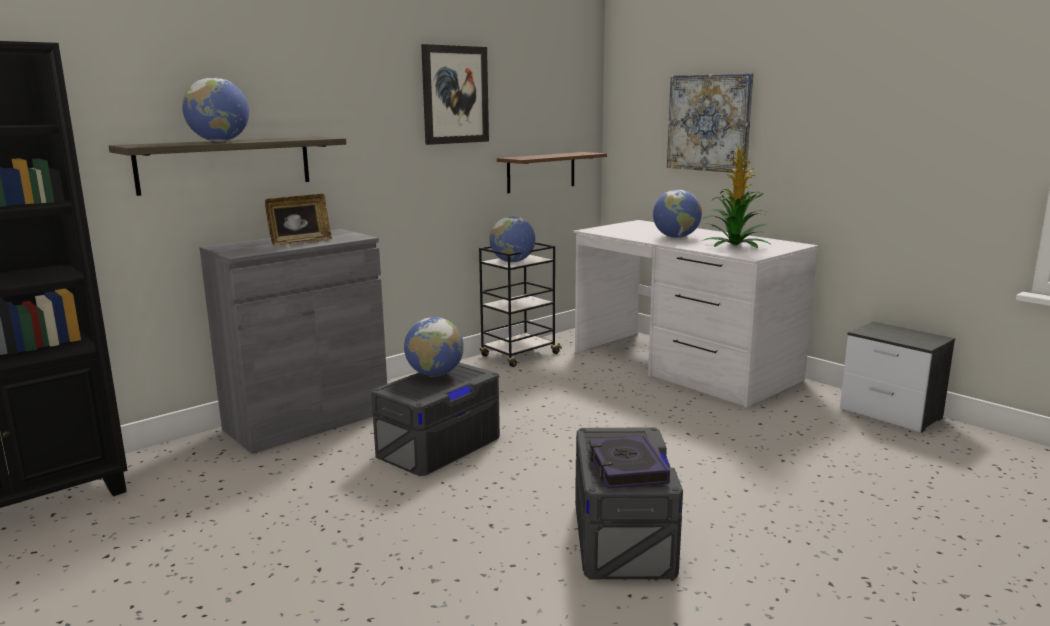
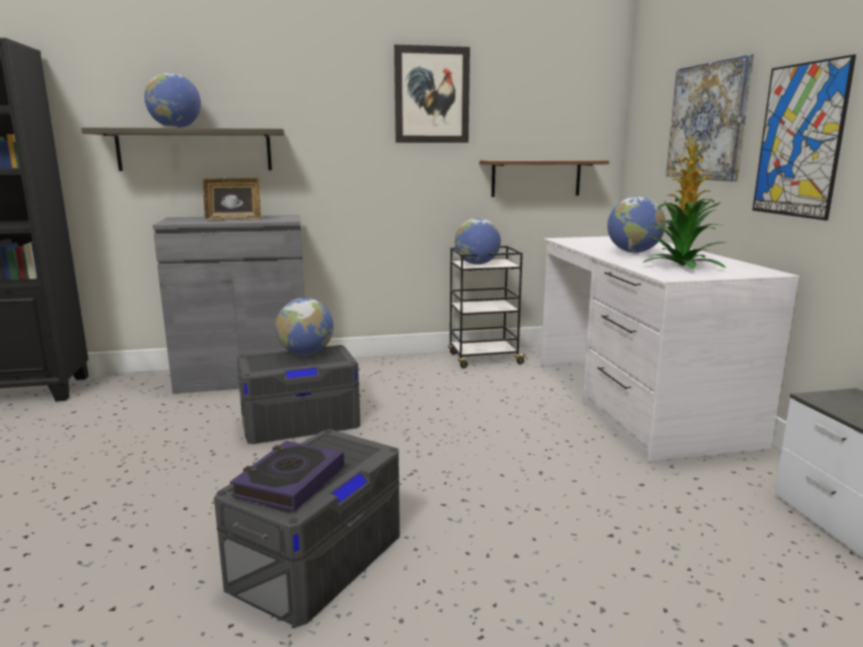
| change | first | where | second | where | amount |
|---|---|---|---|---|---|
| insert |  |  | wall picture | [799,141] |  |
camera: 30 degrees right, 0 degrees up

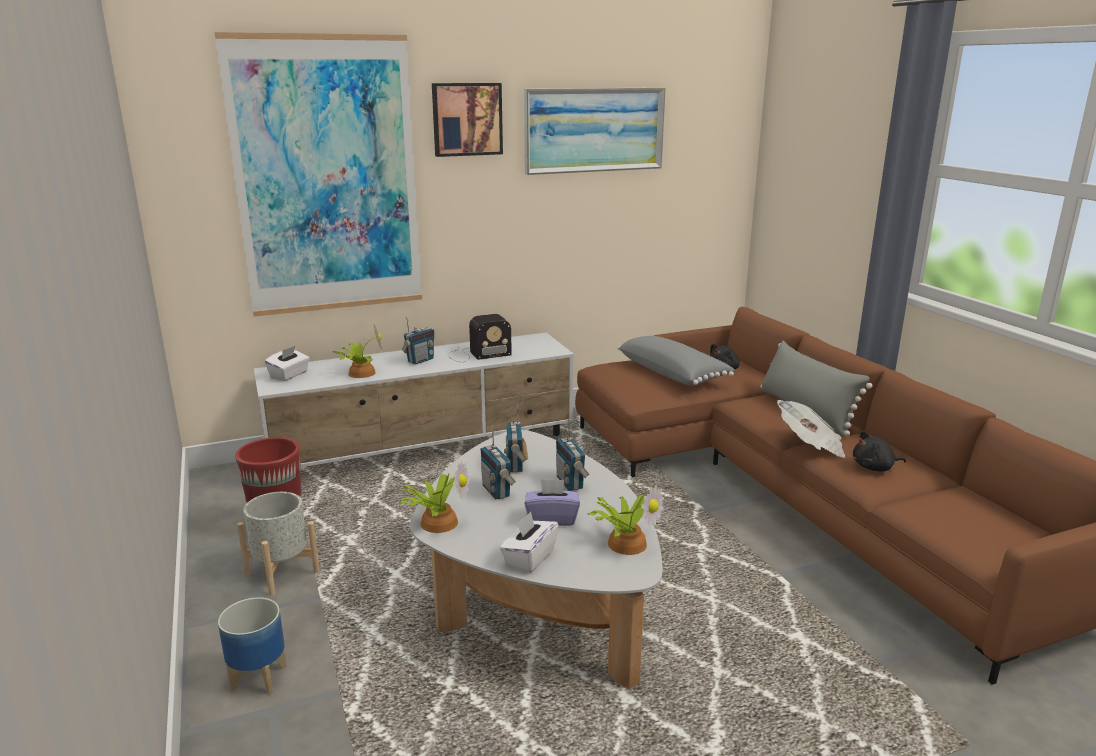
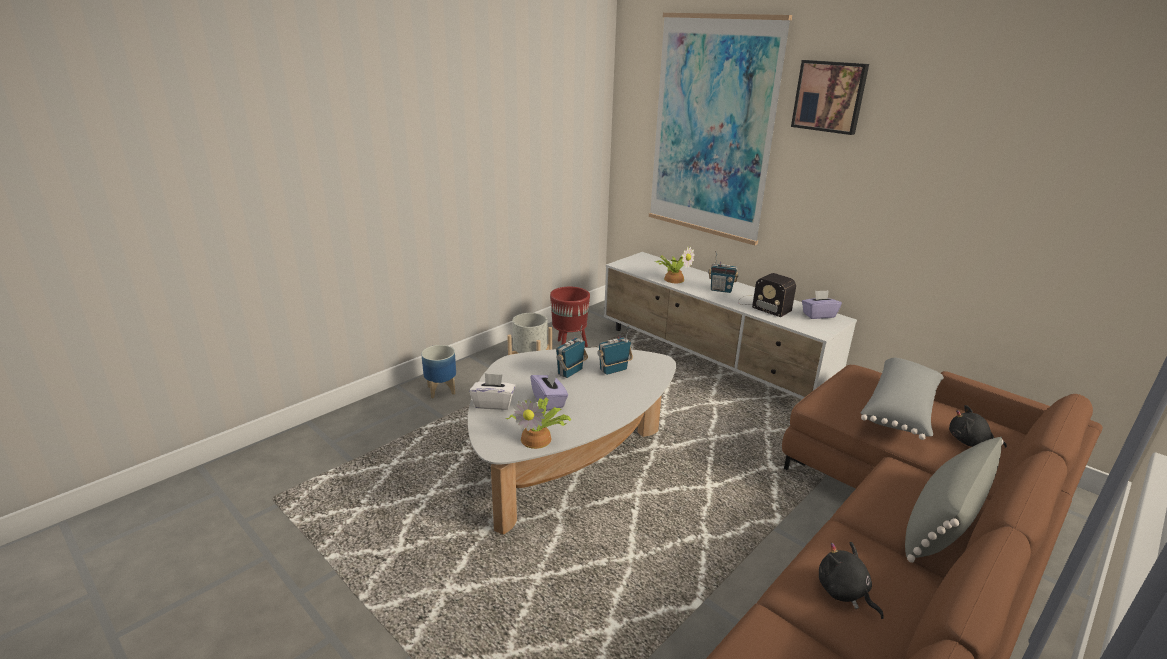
| change | first | where | second | where | amount |
|---|---|---|---|---|---|
| delete | tissue box/whitish | [289,375] |  |  |  |
| delete | houseplant | [437,521] |  |  |  |
| delete | wall picture | [594,130] |  |  |  |
| delete | radio | [570,483] |  |  |  |
| delete | newspaper | [810,446] |  |  |  |
| insert |  |  | tissue box/purplish | [818,315] |  |
camera: 65 degrees right, 5 degrees up

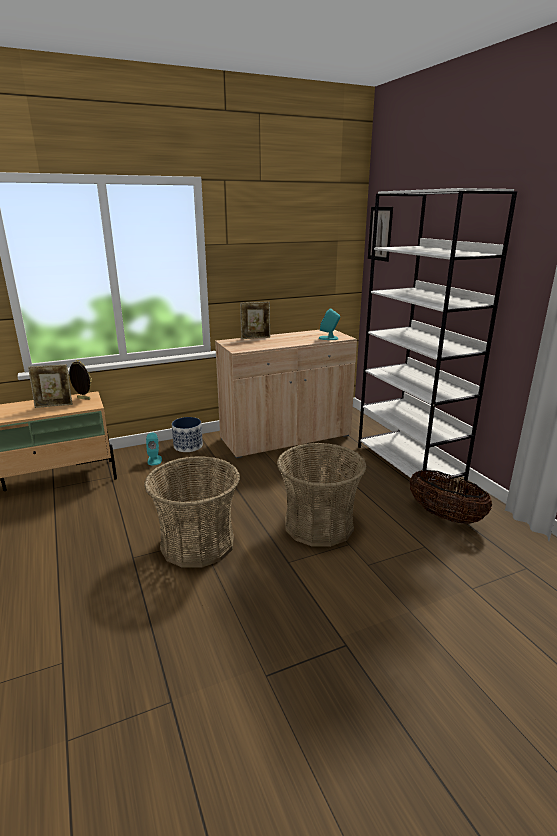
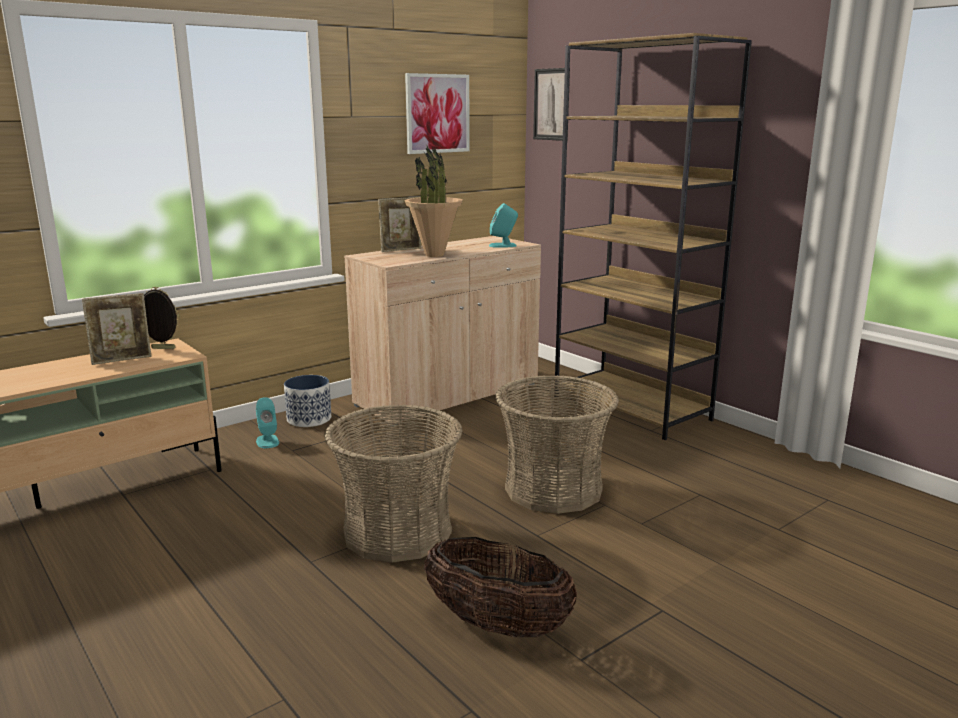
| change | first | where | second | where | amount |
|---|---|---|---|---|---|
| recolor | shelving unit/whitish | [409,463] | shelving unit/brown | [632,408] |  |
| move | household basket | [445,516] |  | [497,625] |  |
| insert |  |  | houseplant | [434,255] |  |
| insert |  |  | wall picture | [437,113] |  |
camera: 15 degrees left, 5 degrees down

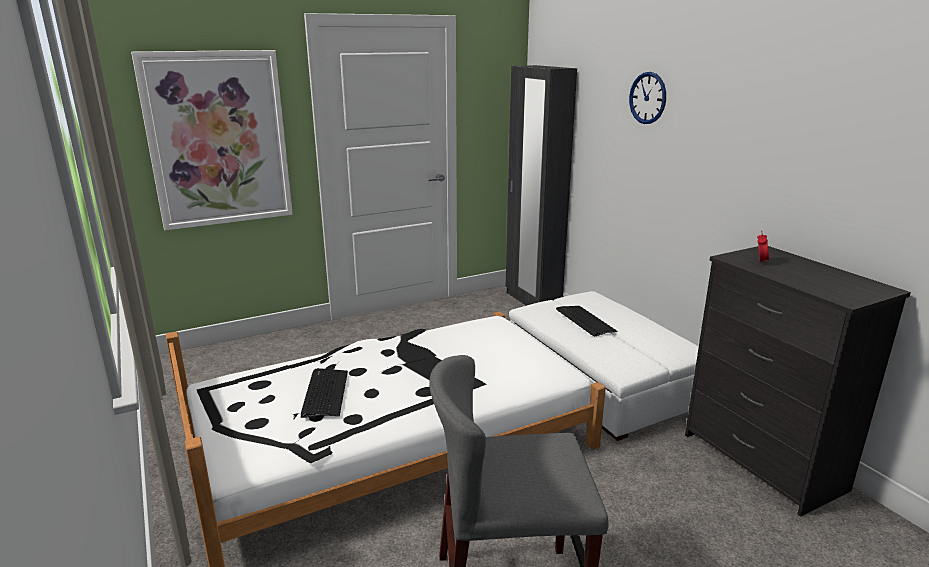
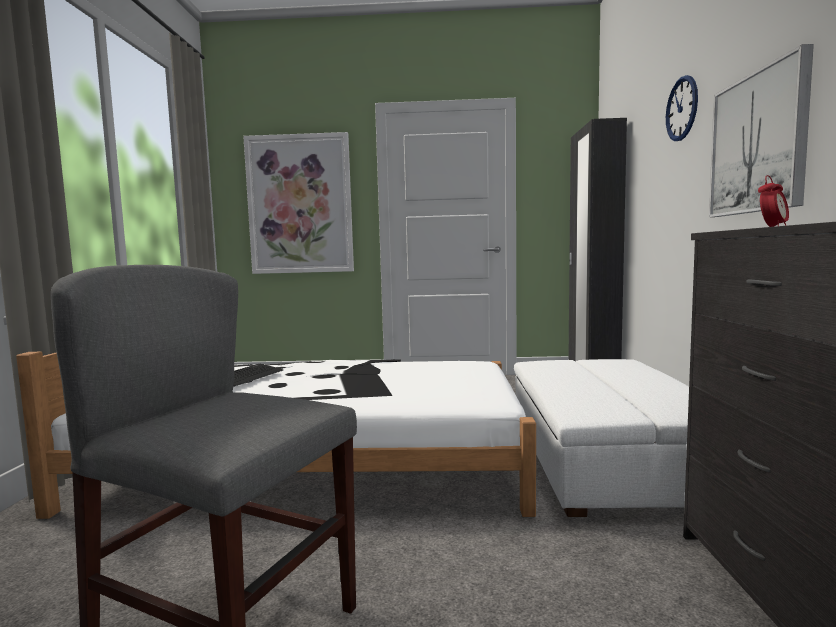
| change | first | where | second | where | amount |
|---|---|---|---|---|---|
| delete | keyboard | [585,321] |  |  |  |
| insert |  |  | wall picture | [758,143] |  |
camera: 30 degrees right, 15 degrees down

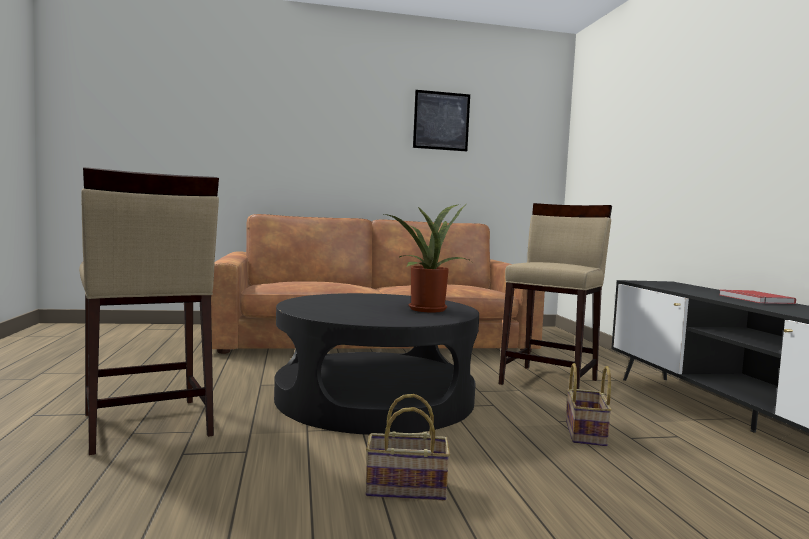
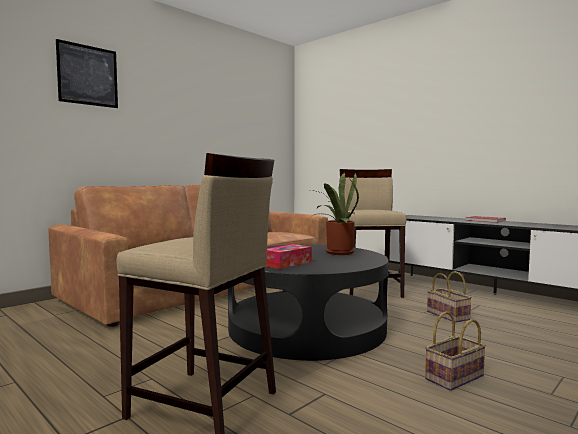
| change | first | where | second | where | amount |
|---|---|---|---|---|---|
| move | wall picture | [441,121] |  | [88,75] |  |
| insert |  |  | tissue box | [287,263] |  |
camera: 35 degrees left, 0 degrees up

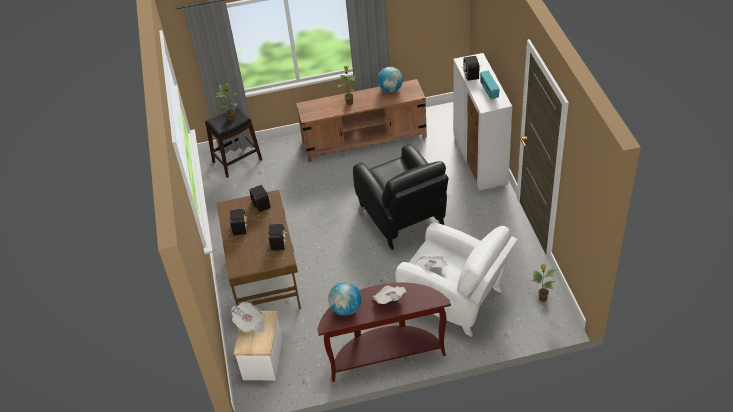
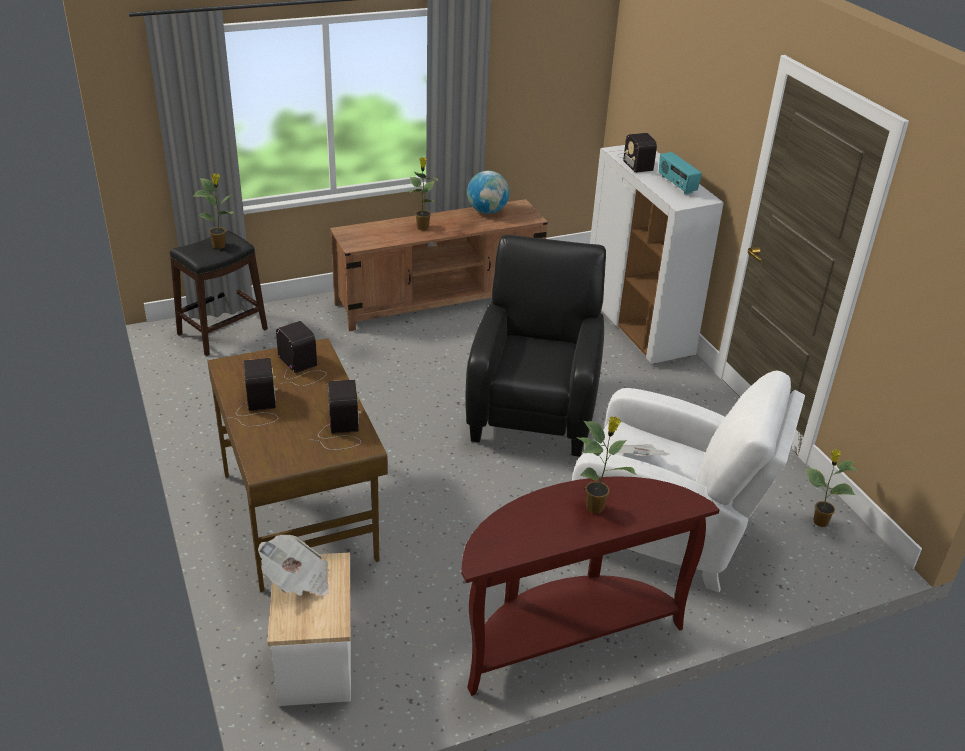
| change | first | where | second | where | amount |
|---|---|---|---|---|---|
| delete | desk globe | [346,309] |  |  |  |
| rotate | armchair/black-coloured | [403,218] |  | [534,407] | 135 degrees counterclockwise |
| replace | newspaper | [389,299] | houseplant | [596,507] |  |
camera: 15 degrees left, 10 degrees down

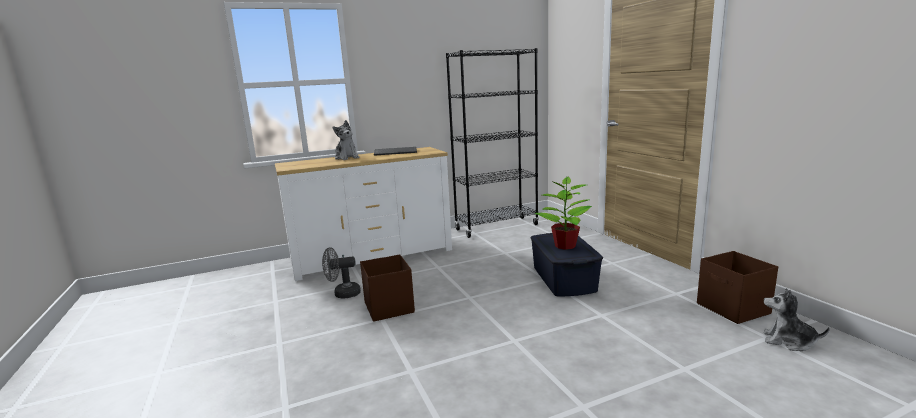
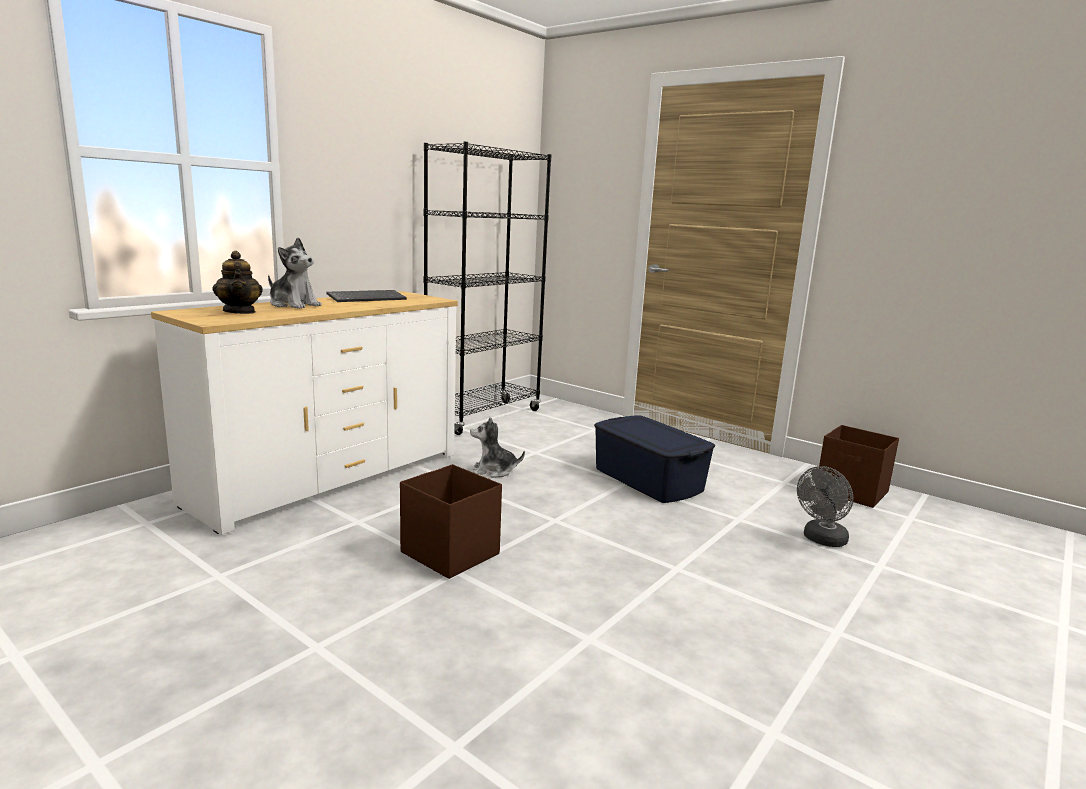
| change | first | where | second | where | amount |
|---|---|---|---|---|---|
| move | electric fan/grey | [343,294] |  | [822,540] |  |
| delete | houseplant | [564,246] |  |  |  |
| move | cuddly toy | [788,341] |  | [494,471] |  |
| insert |  |  | tea pot | [240,312] |  |
camera: 30 degrees left, 0 degrees up

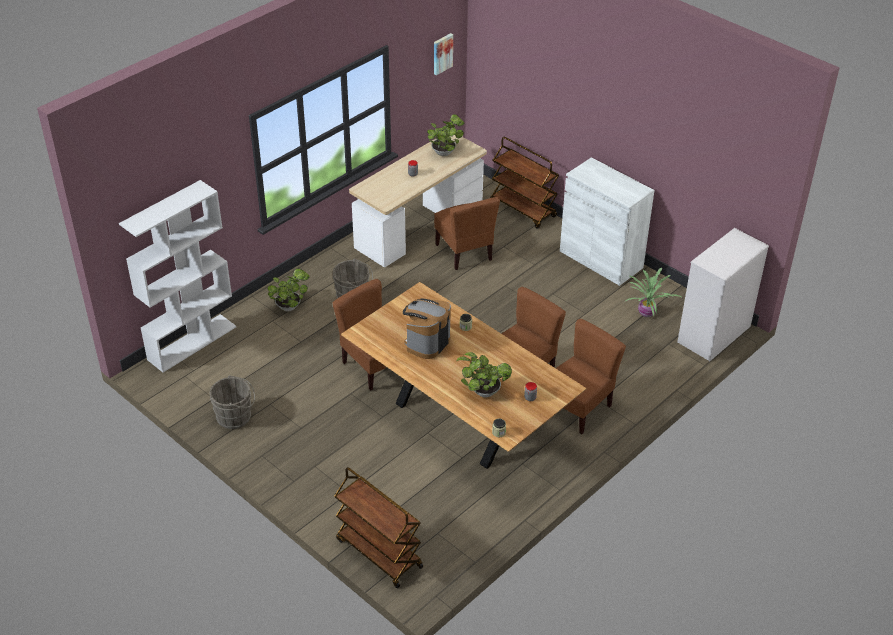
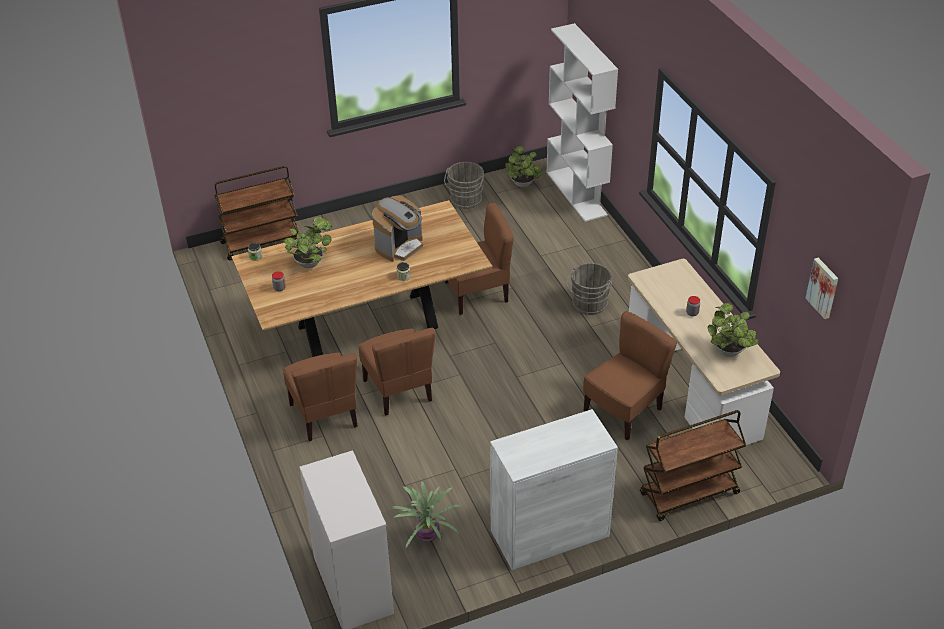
| change | first | where | second | where | amount |
|---|---|---|---|---|---|
| move | houseplant | [290,306] |  | [523,185] |  |
| rotate | coffee machine | [427,342] |  | [400,246] | 75 degrees clockwise |
| rotate | chair/brown | [464,252] |  | [624,411] | 135 degrees clockwise |
camera: 115 degrees right, 0 degrees up

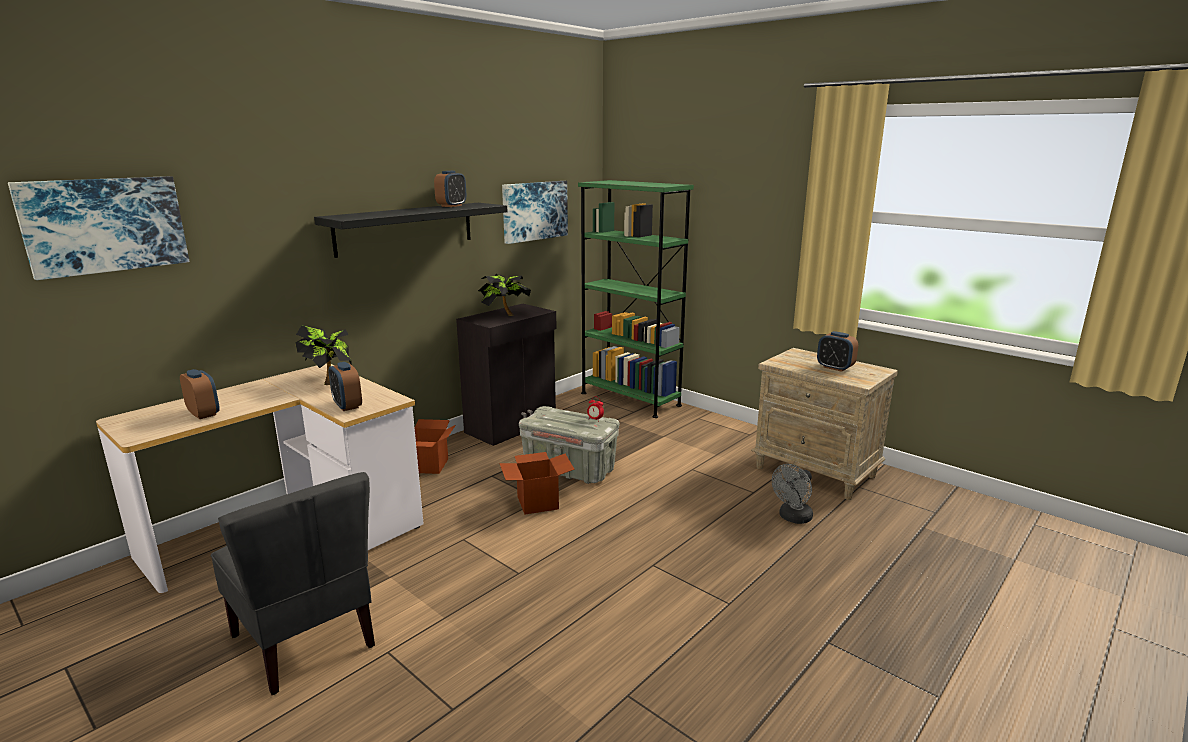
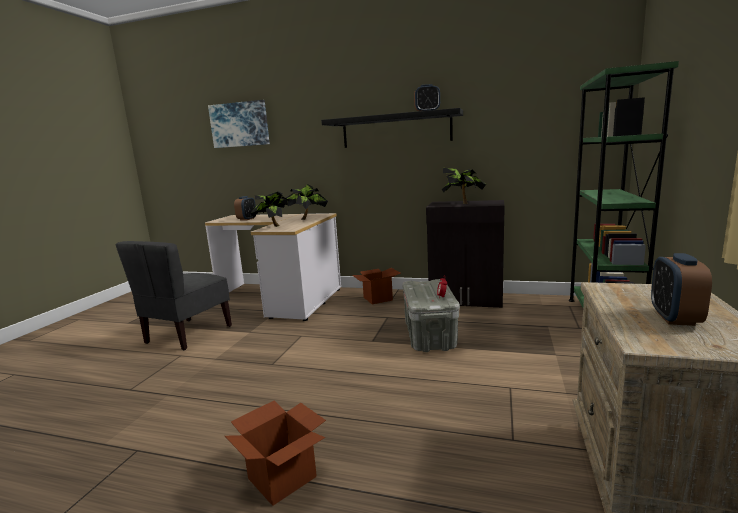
| change | first | where | second | where | amount |
|---|---|---|---|---|---|
| replace | bedside clock | [347,406] | houseplant | [274,227] |  |
| move | carton | [538,503] |  | [282,478] |  |
| delete | wall picture | [534,211] |  |  |  |
| delete | electric fan/grey | [792,518] |  |  |  |
camera: 65 degrees right, 5 degrees down

